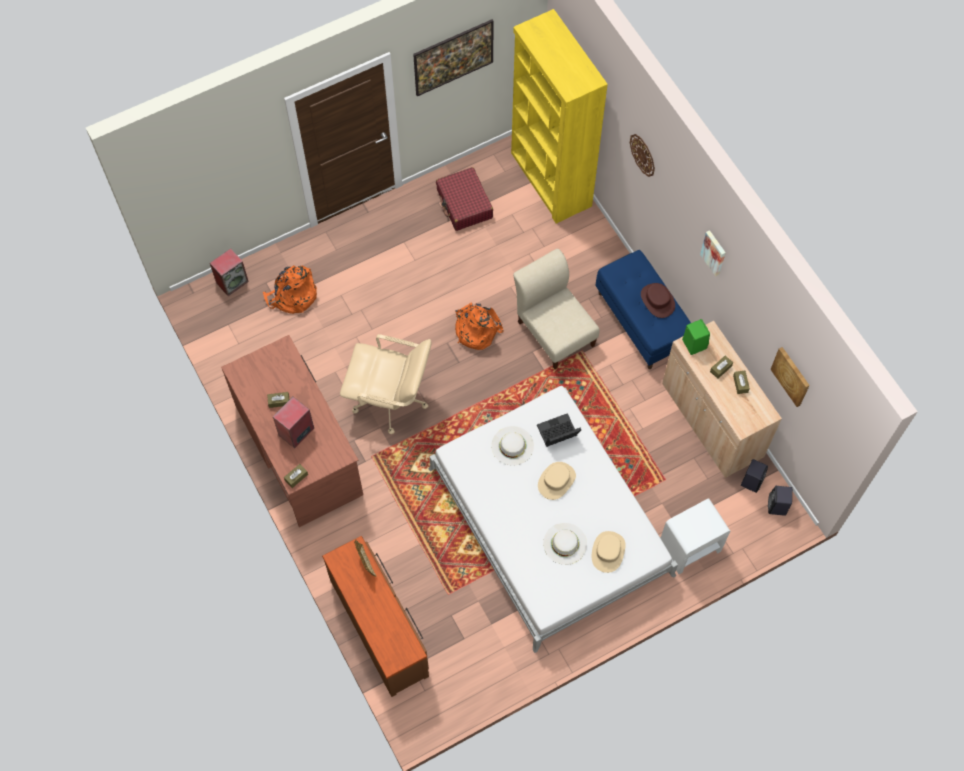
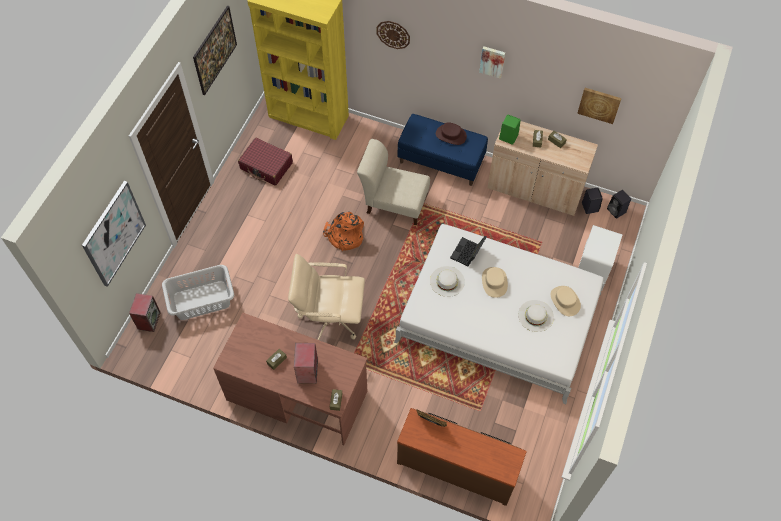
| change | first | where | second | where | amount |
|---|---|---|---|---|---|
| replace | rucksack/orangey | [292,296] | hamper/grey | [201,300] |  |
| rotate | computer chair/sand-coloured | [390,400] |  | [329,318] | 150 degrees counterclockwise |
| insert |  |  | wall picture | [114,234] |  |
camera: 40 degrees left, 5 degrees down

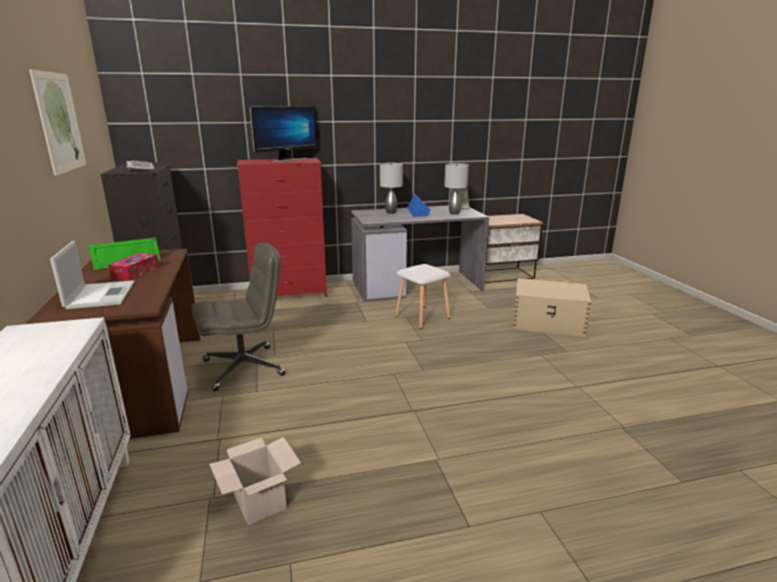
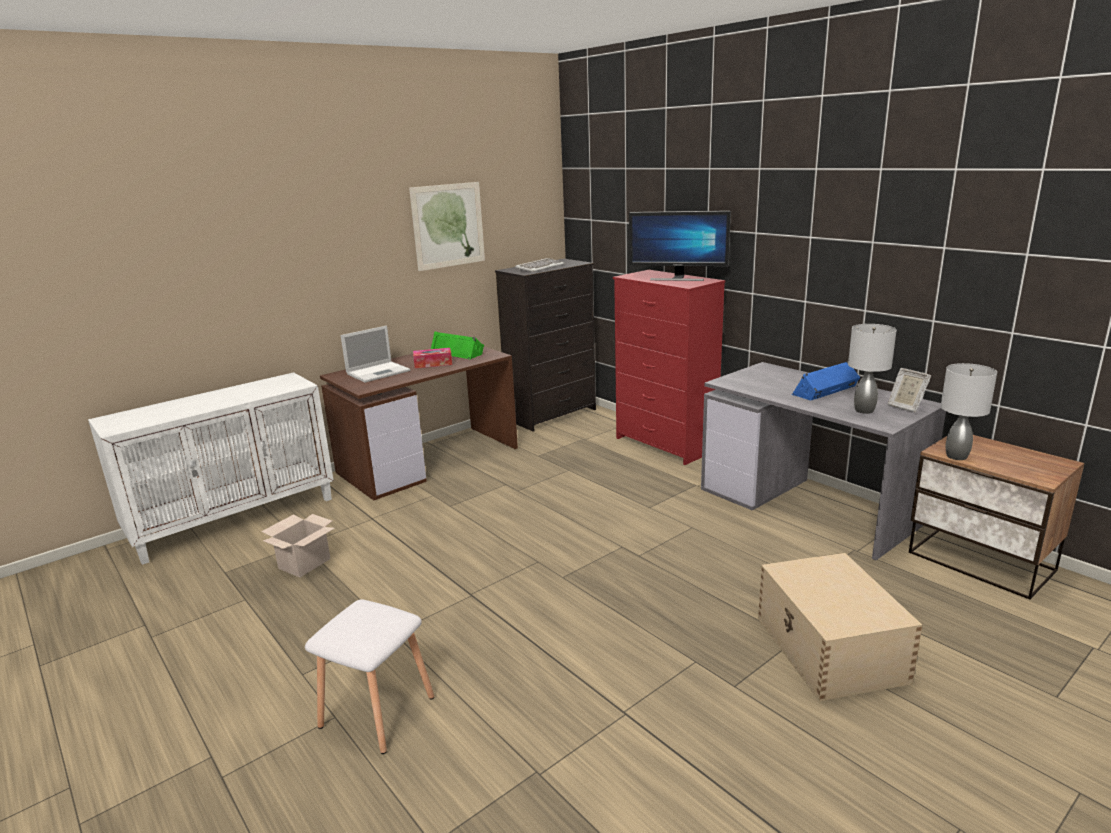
| change | first | where | second | where | amount |
|---|---|---|---|---|---|
| delete | computer chair/grey | [244,367] |  |  |  |
| move | tabletop lamp/grey | [391,212] |  | [957,456] |  |
| move | stool seat/whitish | [422,317] |  | [375,712] |  |
camera: 65 degrees right, 0 degrees up

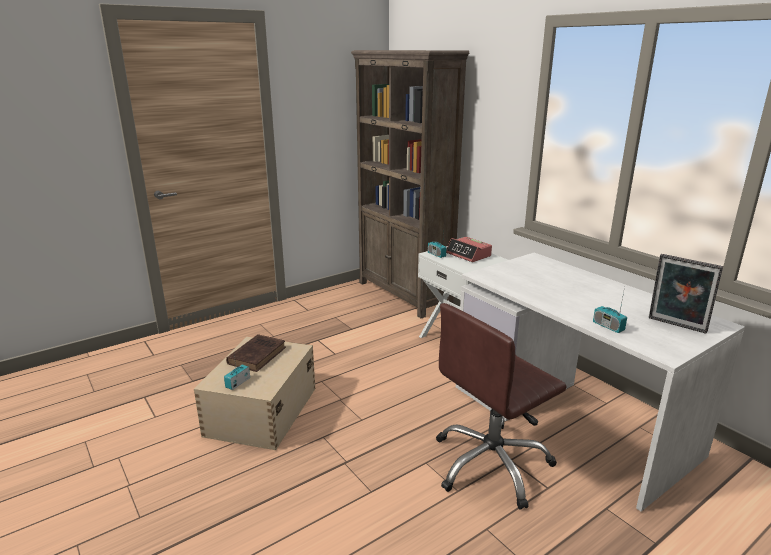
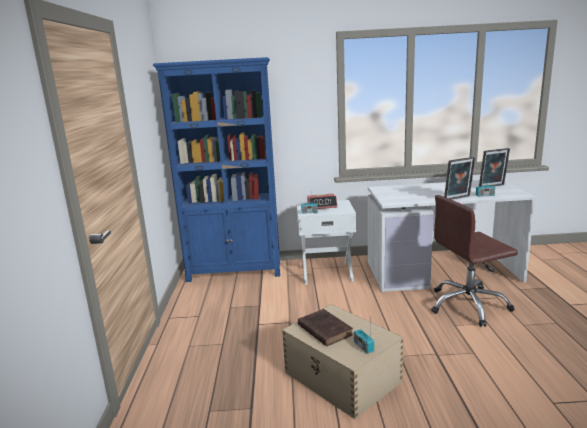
| change | first | where | second | where | amount |
|---|---|---|---|---|---|
| recolor | shelving unit/brown | [404,294] | shelving unit/bluish | [235,271] |  |
| rotate | computer chair/brown | [491,464] |  | [468,305] | 75 degrees clockwise |
| insert |  |  | standing frame | [458,198] |  |
camera: 55 degrees left, 5 degrees down

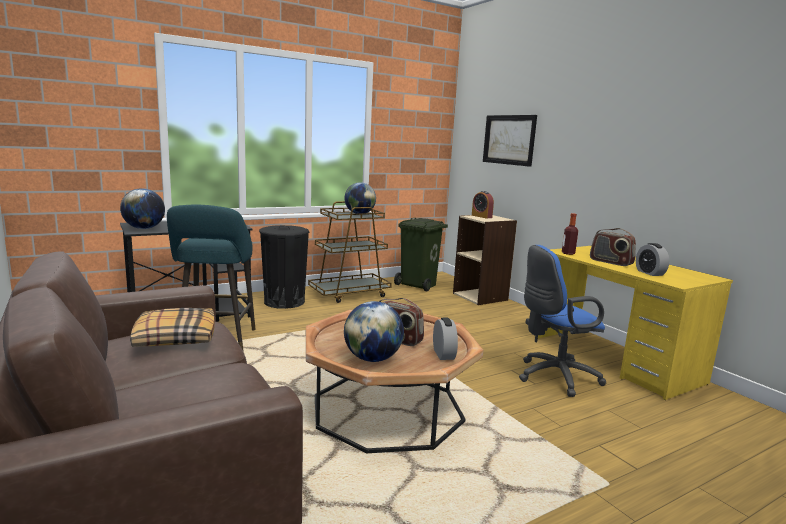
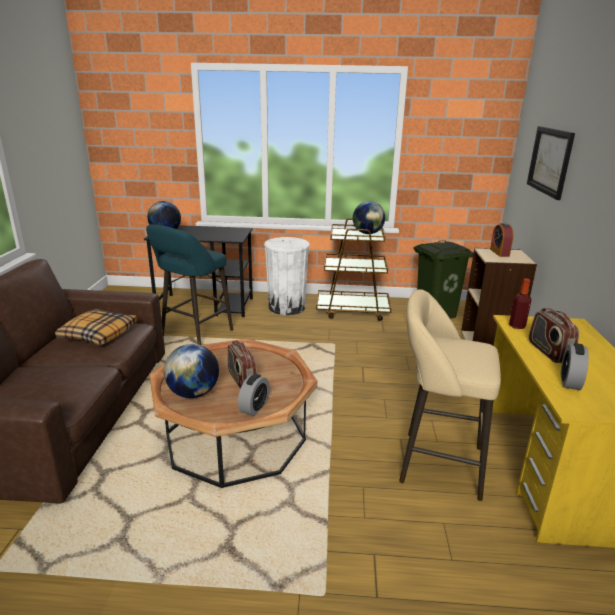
| change | first | where | second | where | amount |
|---|---|---|---|---|---|
| recolor | trash can/black-coloured | [284,302] | trash can/whitish | [287,307] |  |
| replace | computer chair/bluish | [553,377] | stool seat/sand-coloured | [435,463] |  |
camera: 35 degrees right, 10 degrees up

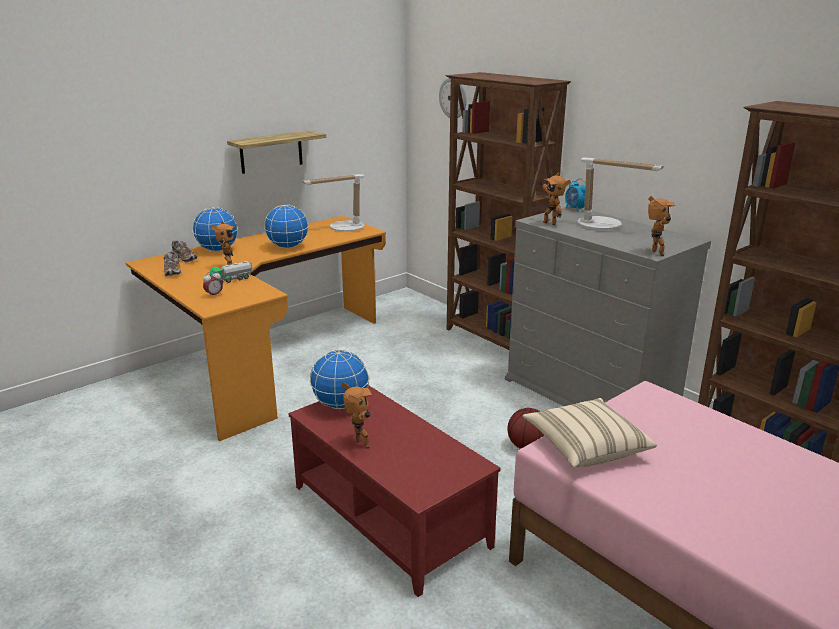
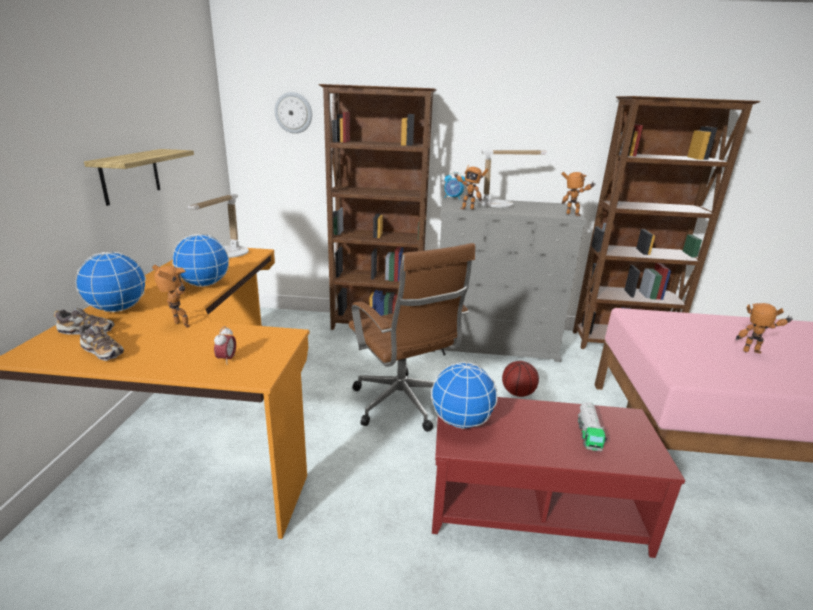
| change | first | where | second | where | amount |
|---|---|---|---|---|---|
| move | toy truck | [232,280] |  | [588,434] |  |
| move | toy robot | [360,445] |  | [753,353] |  |
| delete | cushion/sand-coloured | [586,447] |  |  |  |
| insert |  |  | computer chair/brown | [403,405] |  |
camera: 45 degrees left, 0 degrees up

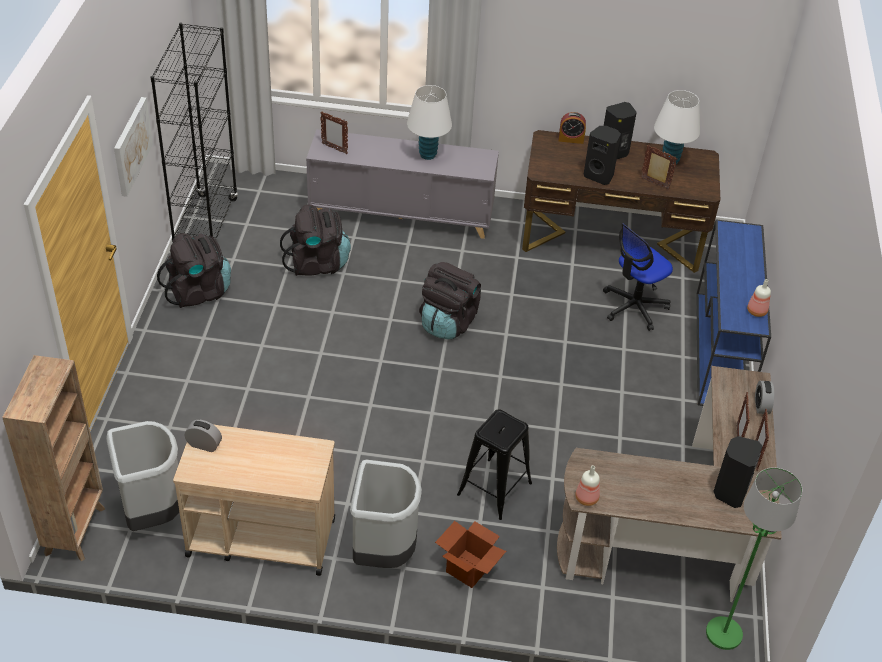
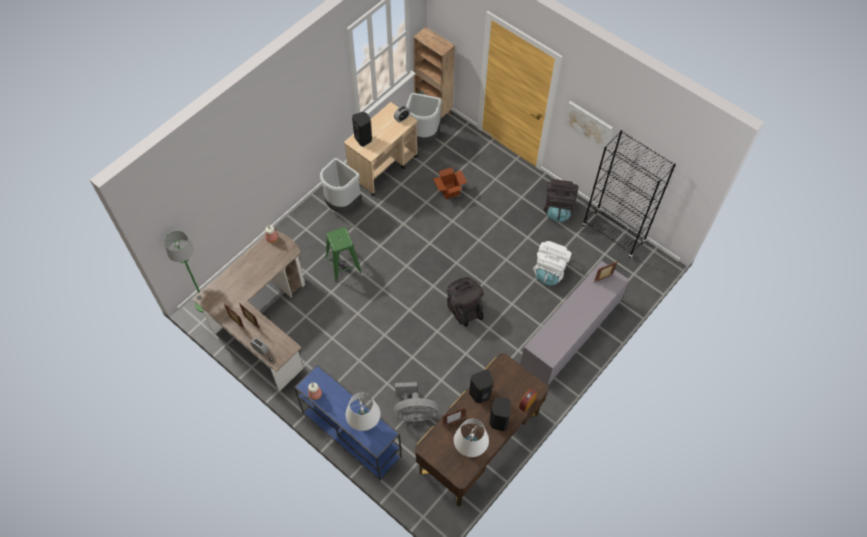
| change | first | where | second | where | amount |
|---|---|---|---|---|---|
| recolor | rucksack/black-coloured | [317,263] | rucksack/whitish | [549,271] |  |
| move | tabletop lamp/whitish | [427,155] |  | [364,424] |  |
| move | carton | [468,569] |  | [449,191] |  |
| recolor | stool seat/black-coloured | [494,488] | stool seat/green-coloured | [343,264] |  |
| replace | computer chair | [634,307] | electric fan/grey | [414,412] |  |
| move | audio speaker/black-coloured | [729,492] |  | [363,139] |  |
camera: 125 degrees right, 15 degrees up

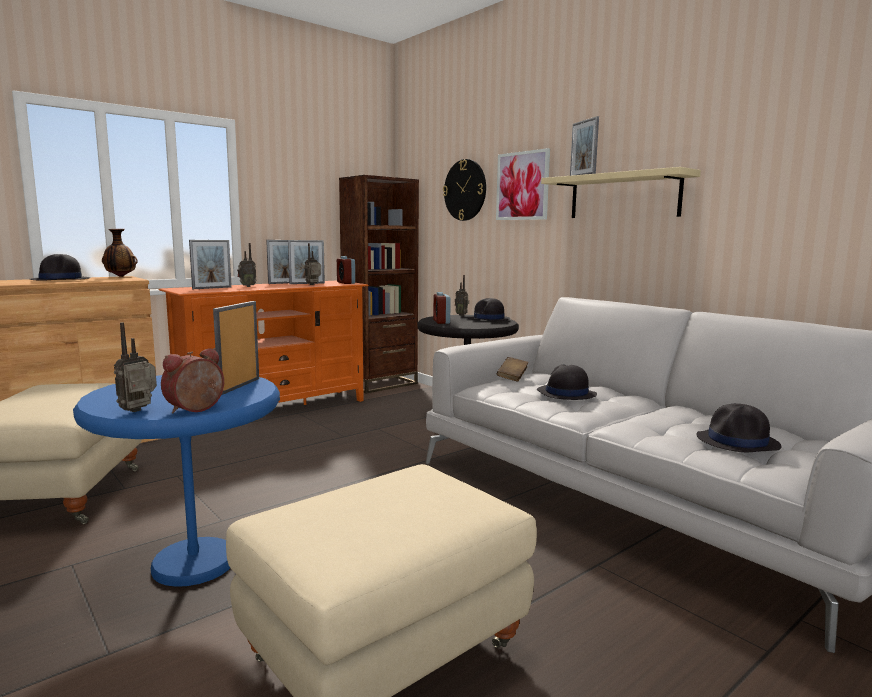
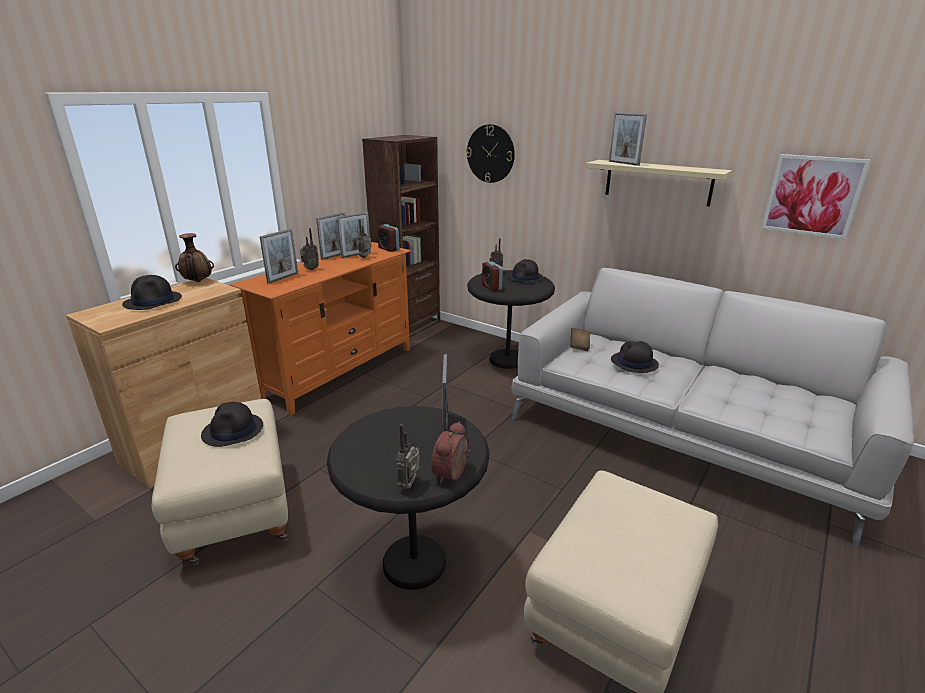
| change | first | where | second | where | amount |
|---|---|---|---|---|---|
| recolor | accent table/bluish | [194,564] | accent table/black-coloured | [414,563] |  |
| move | wall picture | [522,186] |  | [812,196] |  |
| move | clothing hat/black-coloured | [738,442] |  | [233,431] |  |
camera: 15 degrees left, 15 degrees up

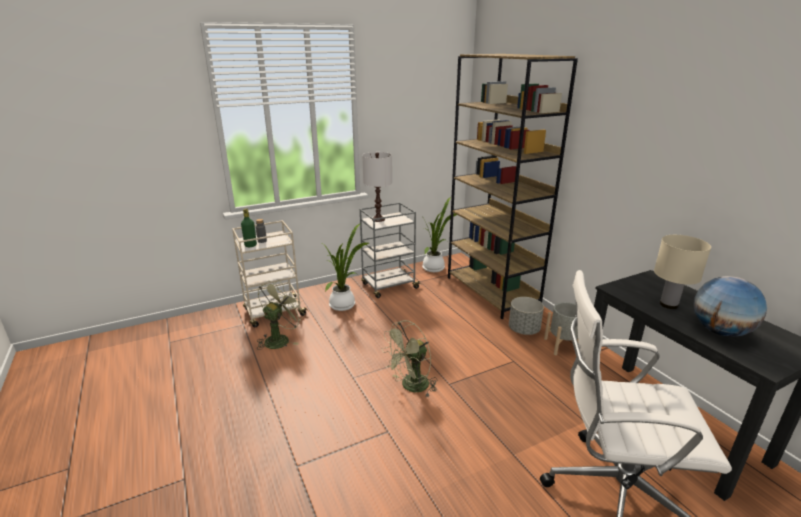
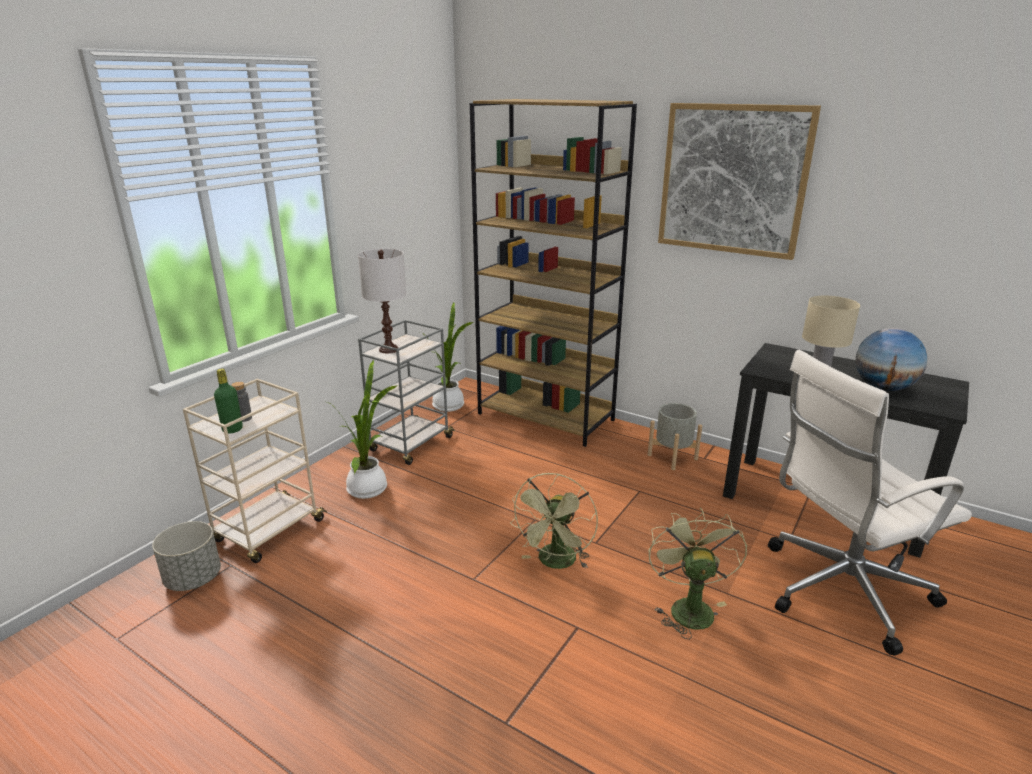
| change | first | where | second | where | amount |
|---|---|---|---|---|---|
| move | electric fan/green-coloured | [280,339] |  | [688,607] |  |
| move | flower pot/grey | [524,330] |  | [194,578] |  |
| insert |  |  | wall picture | [733,180] |  |
camera: 30 degrees left, 0 degrees up

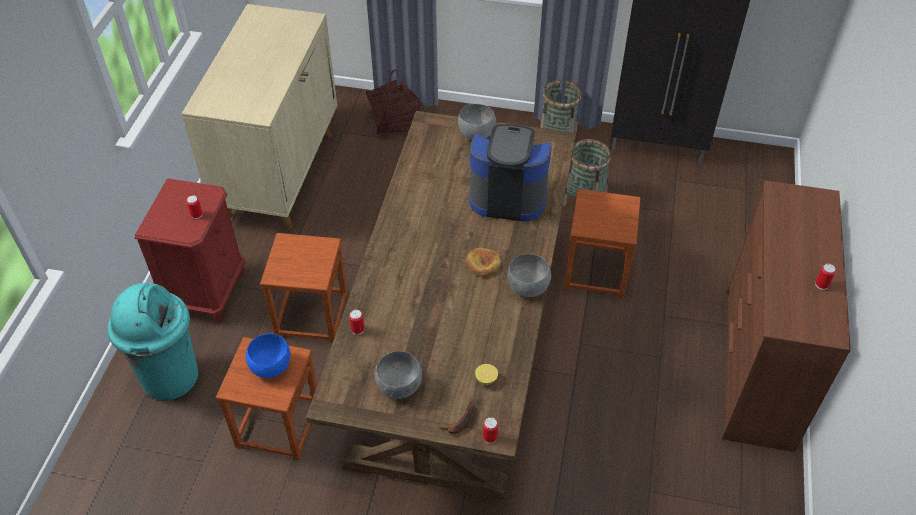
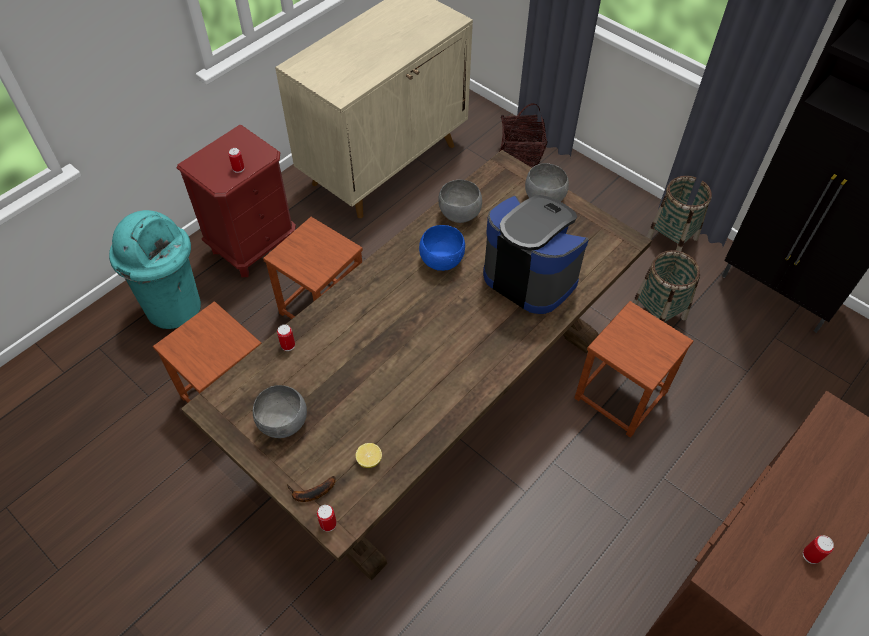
| change | first | where | second | where | amount |
|---|---|---|---|---|---|
| move | bowl/bluish | [271,366] |  | [442,260] |  |
| delete | baked bread | [483,264] |  |  |  |
| move | bowl/grey | [527,288] |  | [458,214] |  |
camera: 30 degrees right, 5 degrees up

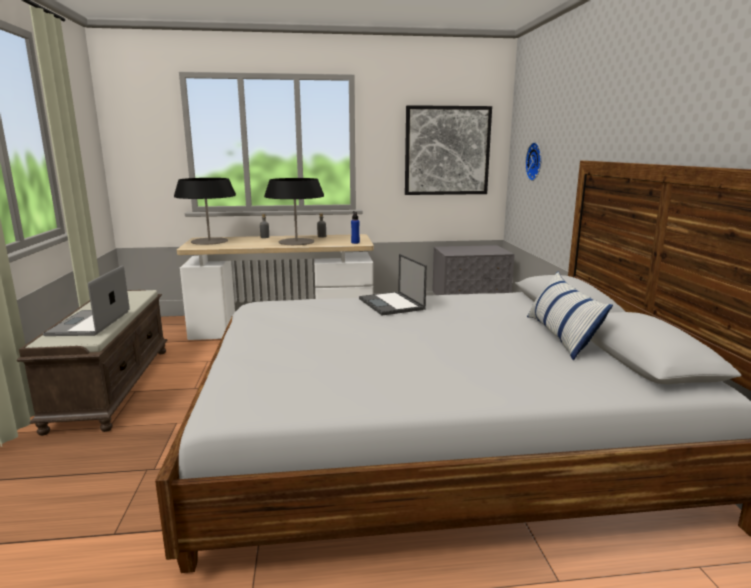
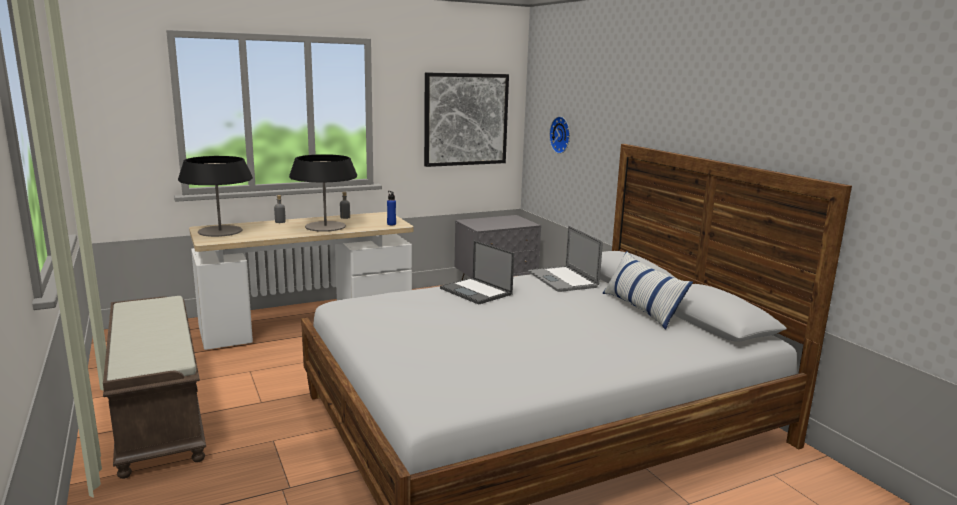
| change | first | where | second | where | amount |
|---|---|---|---|---|---|
| move | laptop | [89,323] |  | [562,279] |  |
camera: 20 degrees left, 0 degrees up

